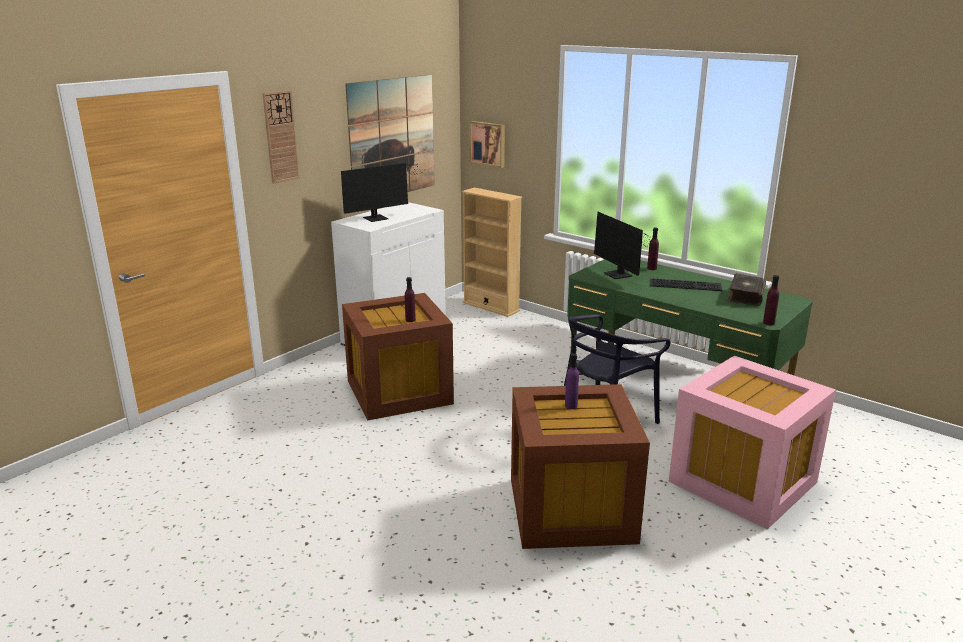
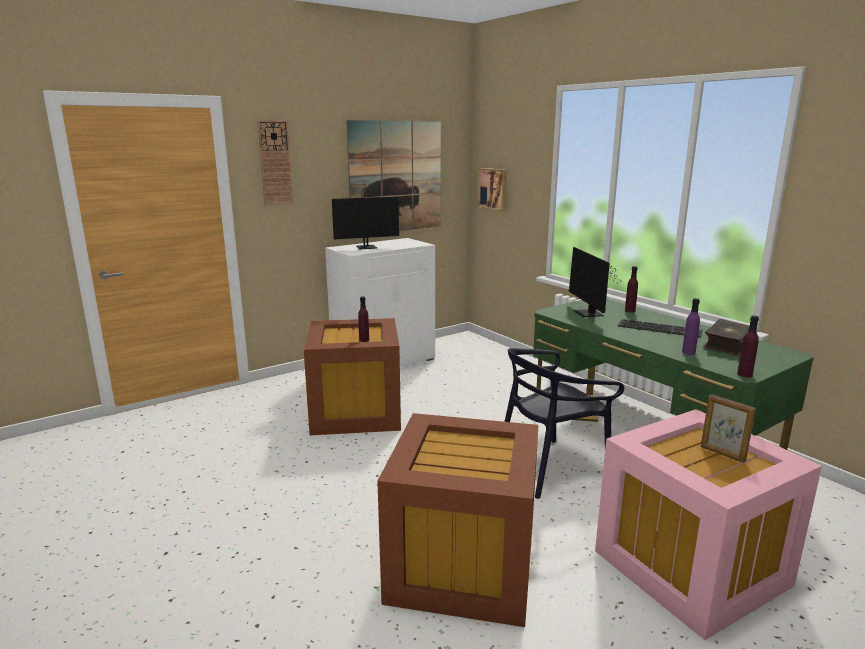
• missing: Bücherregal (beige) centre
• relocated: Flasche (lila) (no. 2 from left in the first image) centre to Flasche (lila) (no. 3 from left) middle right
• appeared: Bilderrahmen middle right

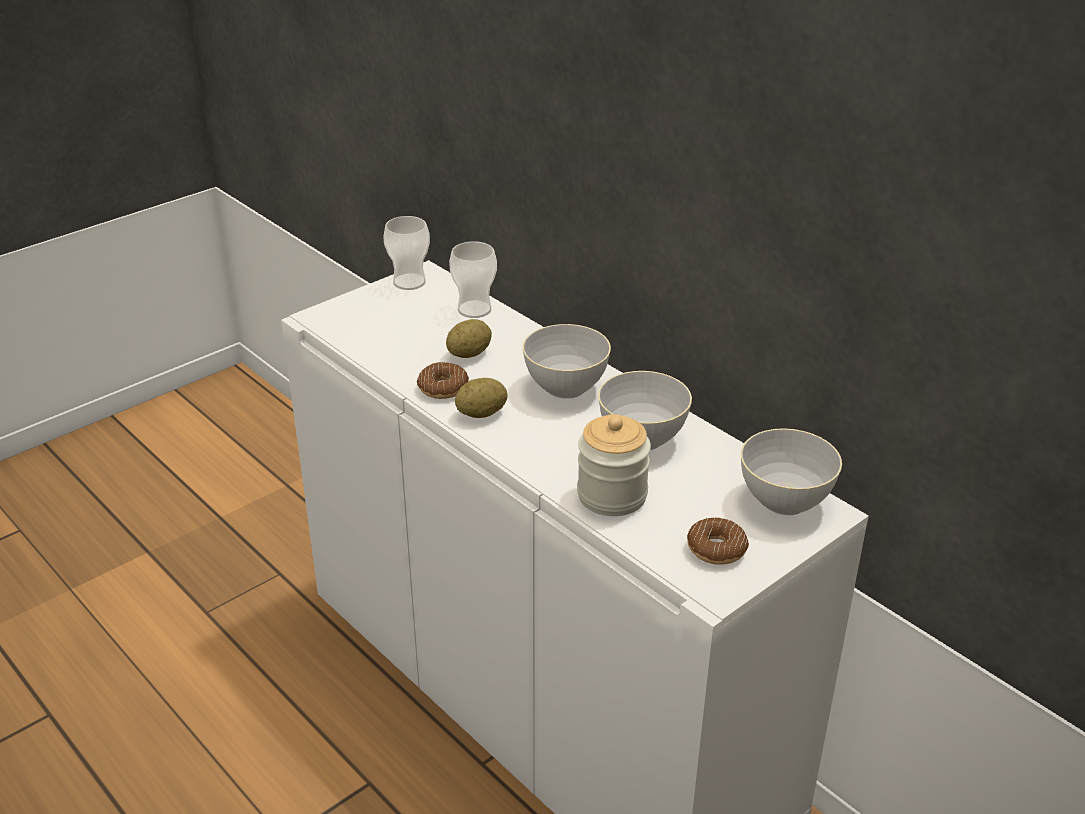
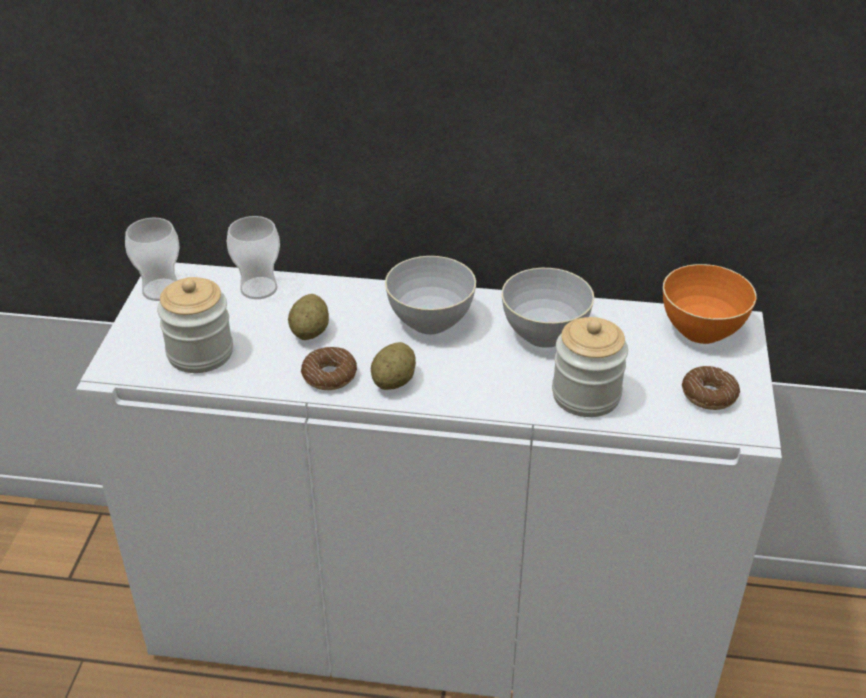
• colour: Schüssel (grau) (no. 3 from left) middle right to Schüssel (orange) middle right
• appeared: Vorratsglas (no. 1 from left) middle left

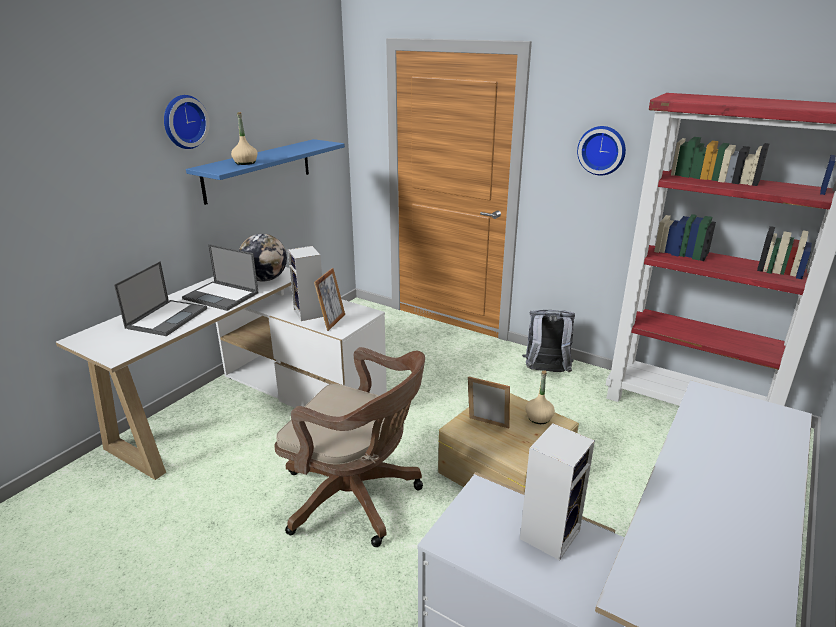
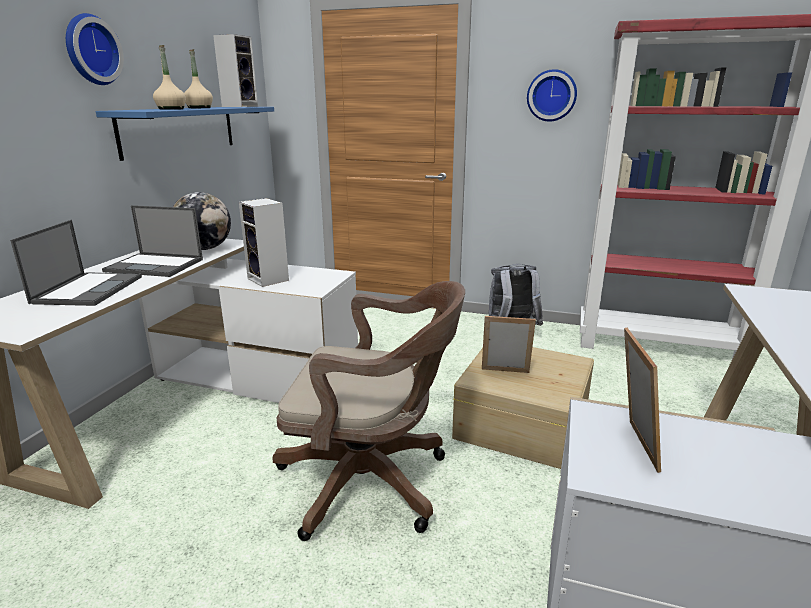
• relocated: Bilderrahmen (no. 1 from left in the first image) centre to Bilderrahmen (no. 2 from left) middle right
• relocated: Flasche (beige) (no. 2 from left) centre to top left
• relocated: Lautsprecher (no. 2 from left in the first image) bottom centre to Lautsprecher (no. 1 from left) top left

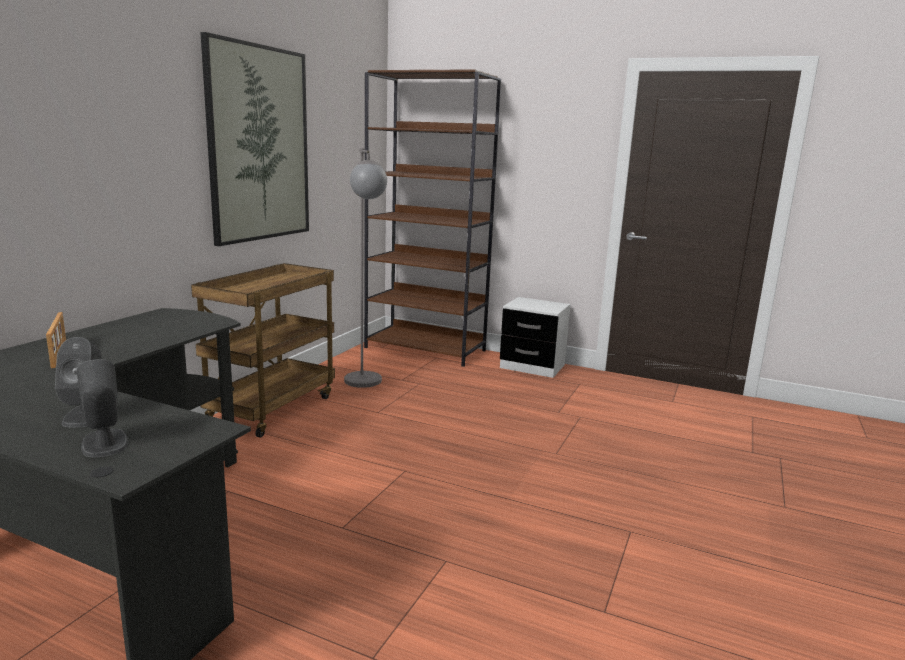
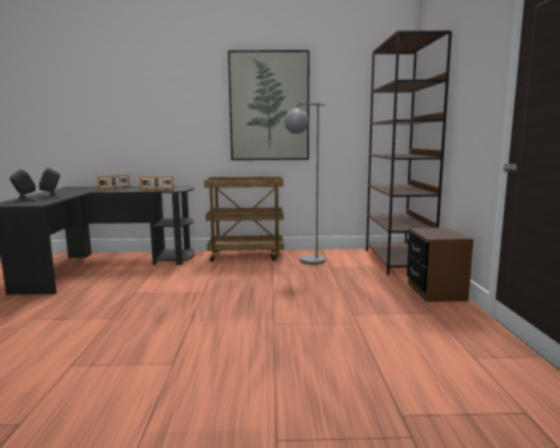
• colour: Nachttisch (weiß) centre to Nachttisch (braun) middle right
• appeared: Bilderrahmen (no. 2 from left) middle left

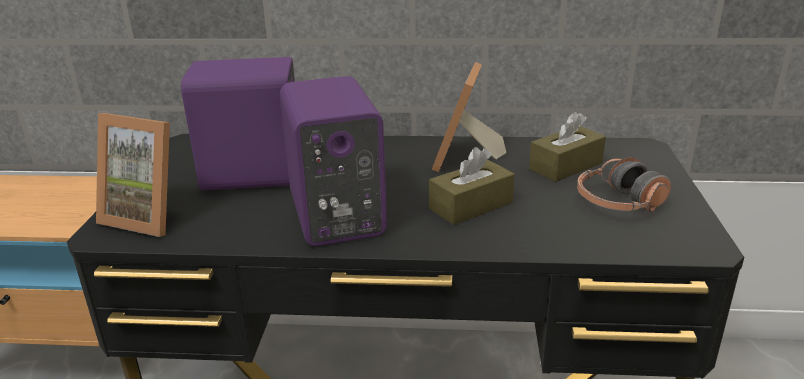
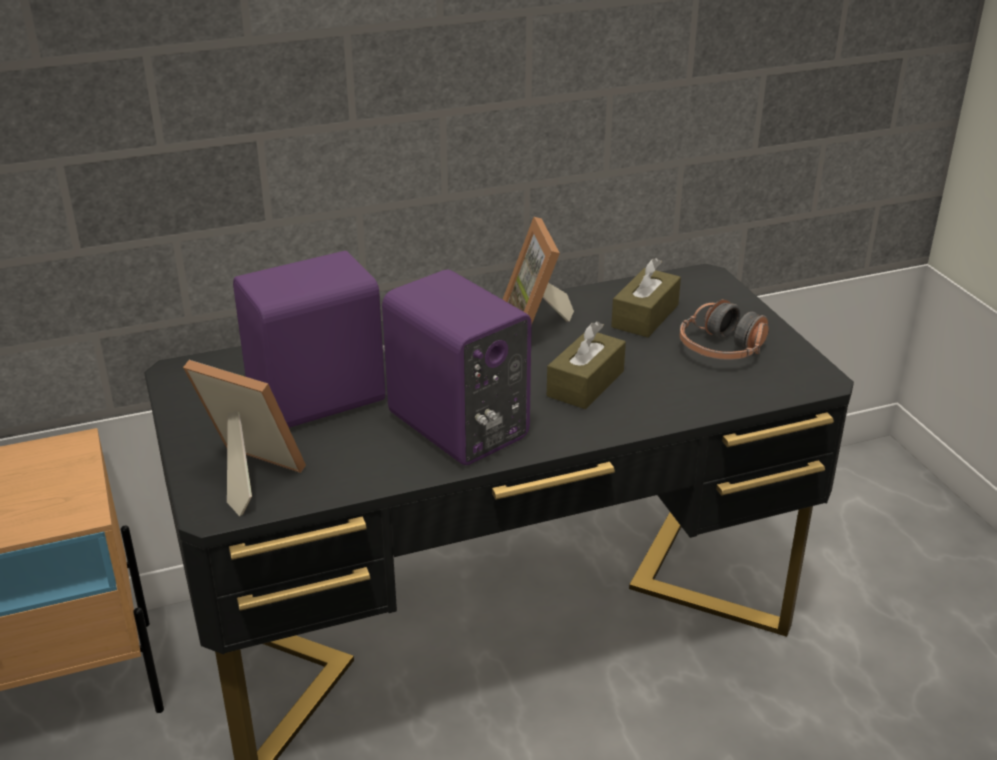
• spun: Bilderrahmen (no. 1 from left) middle left = middle left 150 degrees counterclockwise

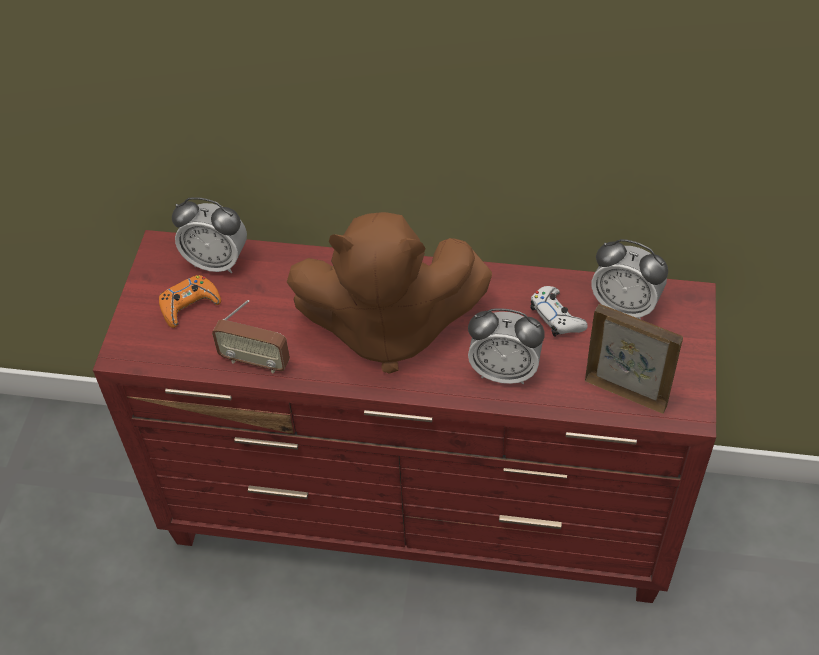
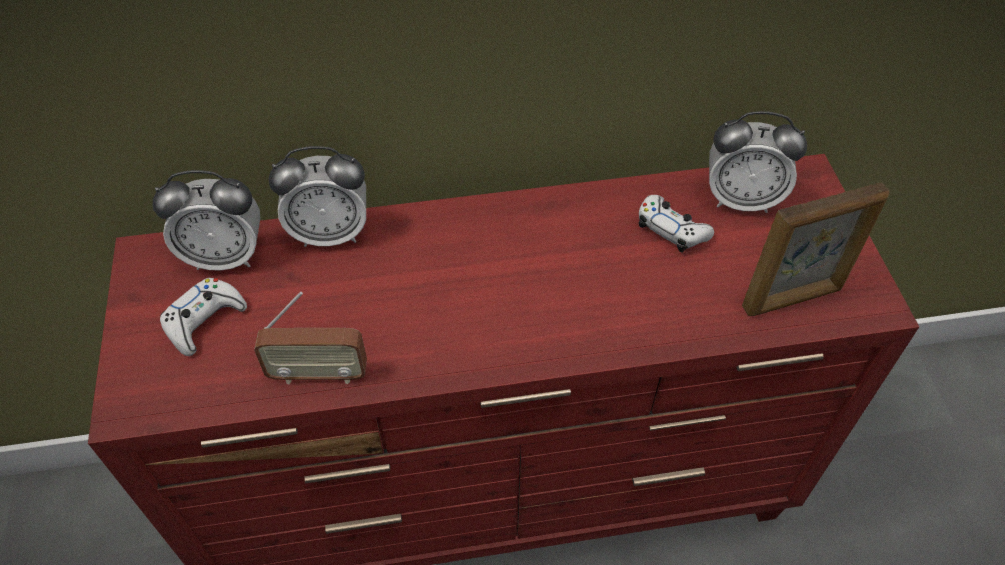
• missing: Plüschtier (braun) centre
• colour: Gamepad (orange) middle left to Gamepad (weiß) (no. 1 from left) middle left
• spun: Bilderrahmen middle right = middle right 150 degrees clockwise
• relocated: Wecker (no. 2 from left) centre to middle left

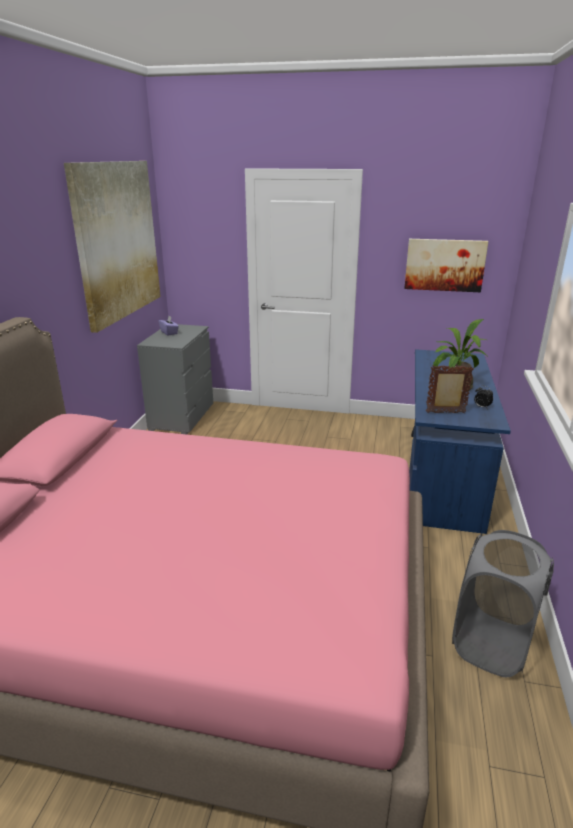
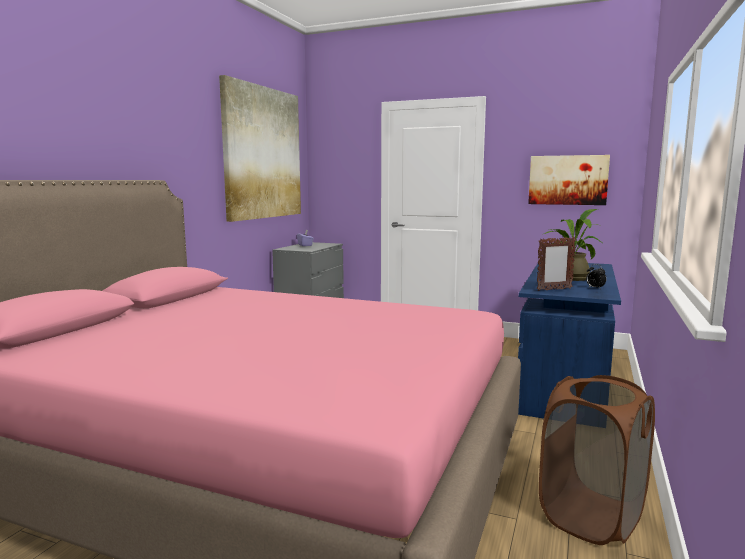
• spun: Bilderrahmen middle right = middle right 150 degrees clockwise
• colour: Wäschekorb (grau) bottom right to Wäschekorb (braun) bottom right

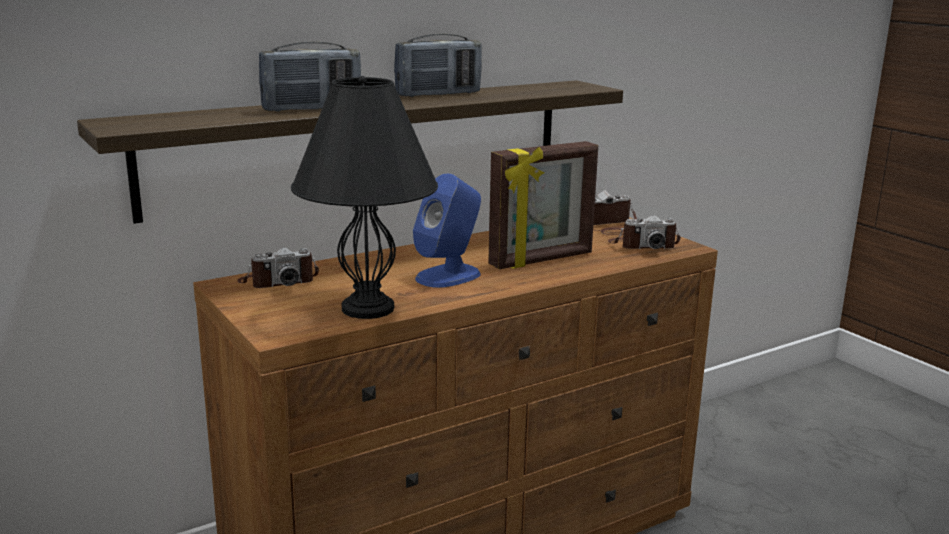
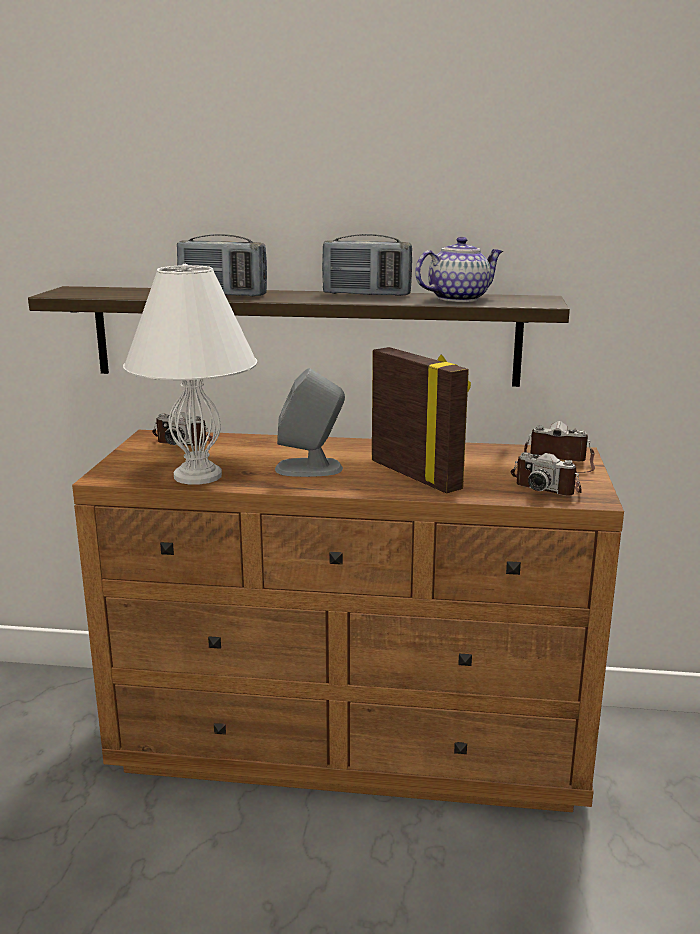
• colour: Tischlampe (schwarz) centre to Tischlampe (weiß) middle left
• spun: Bilderrahmen centre = centre 135 degrees counterclockwise
• colour: Lautsprecher (blau) centre to Lautsprecher (grau) centre
• appeared: Teekanne top centre

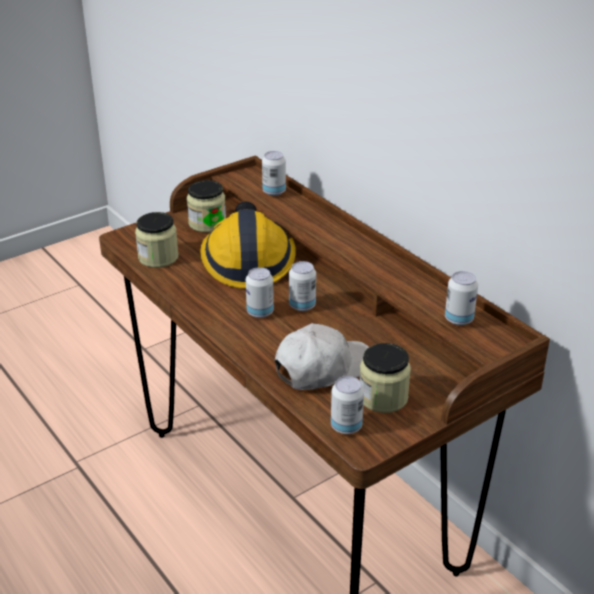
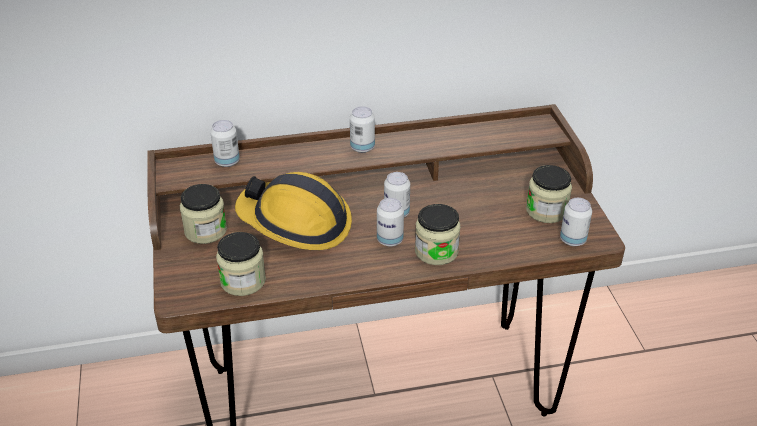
• relocated: Dose (no. 5 from left in the first image) middle right to Dose (no. 2 from left) top centre
• missing: Kappe (weiß) centre
• appeared: Vorratsglas (no. 3 from left) centre

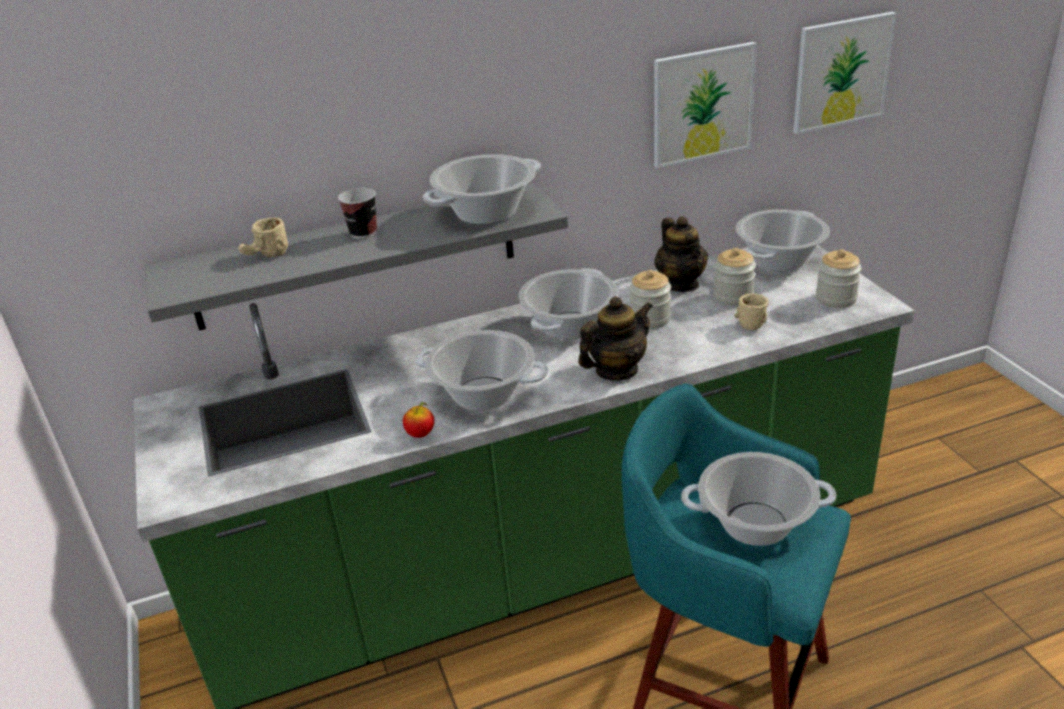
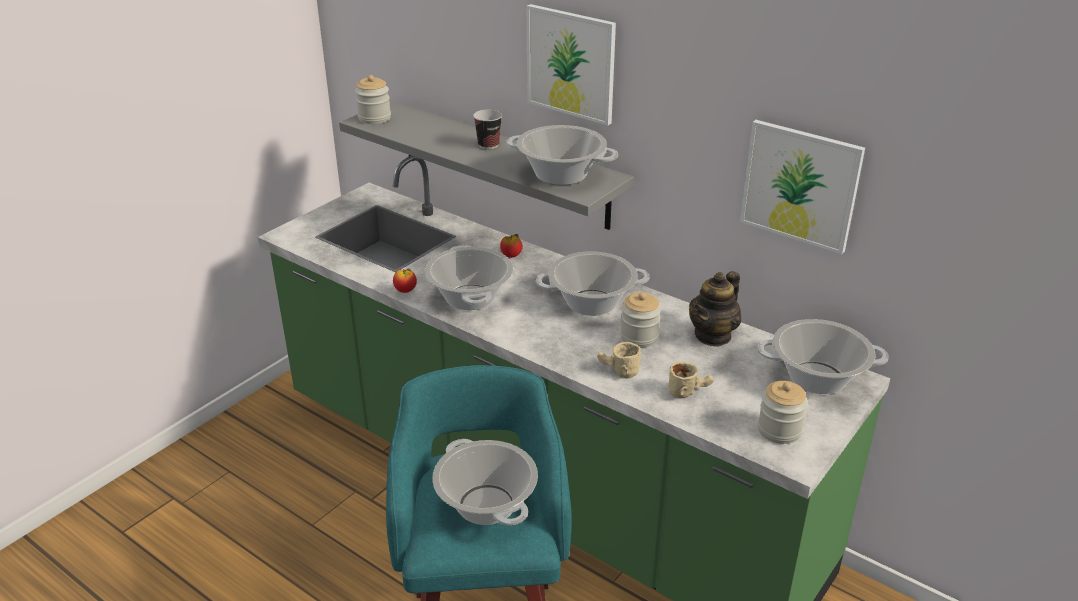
• relocated: Bild (no. 2 from left in the first image) top right to Bild (no. 1 from left) top centre
• relocated: Henkelbecher (beige) (no. 1 from left) middle left to centre
• relocated: Vorratsglas (no. 2 from left in the first image) middle right to Vorratsglas (no. 1 from left) top centre
• missing: Teekanne (no. 1 from left) centre
• appeared: Apfel (no. 2 from left) centre

